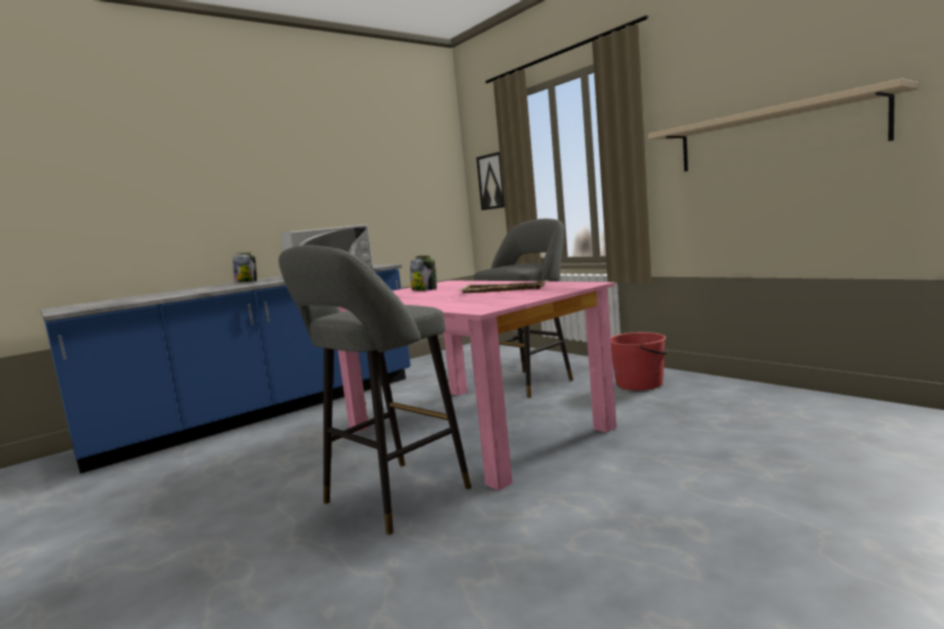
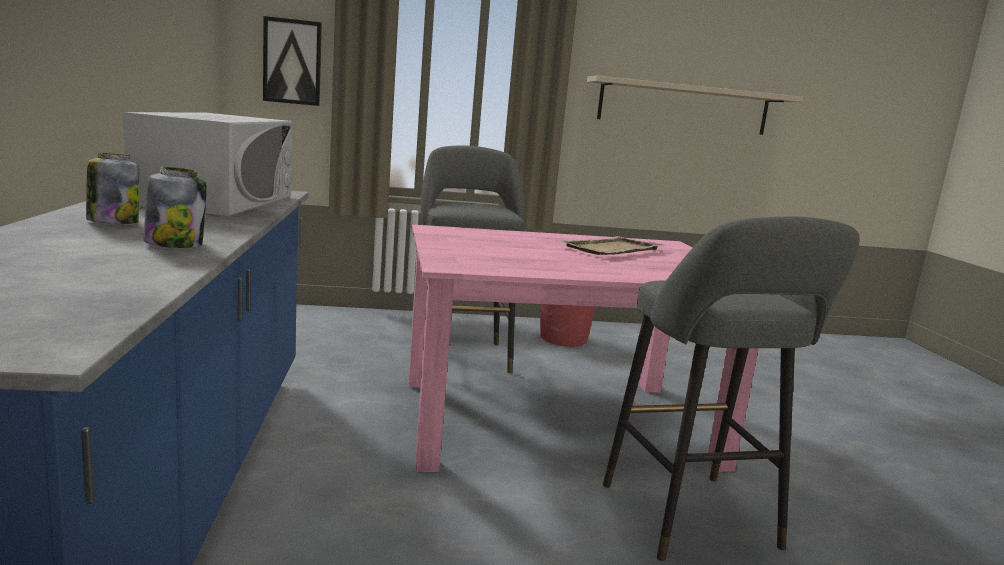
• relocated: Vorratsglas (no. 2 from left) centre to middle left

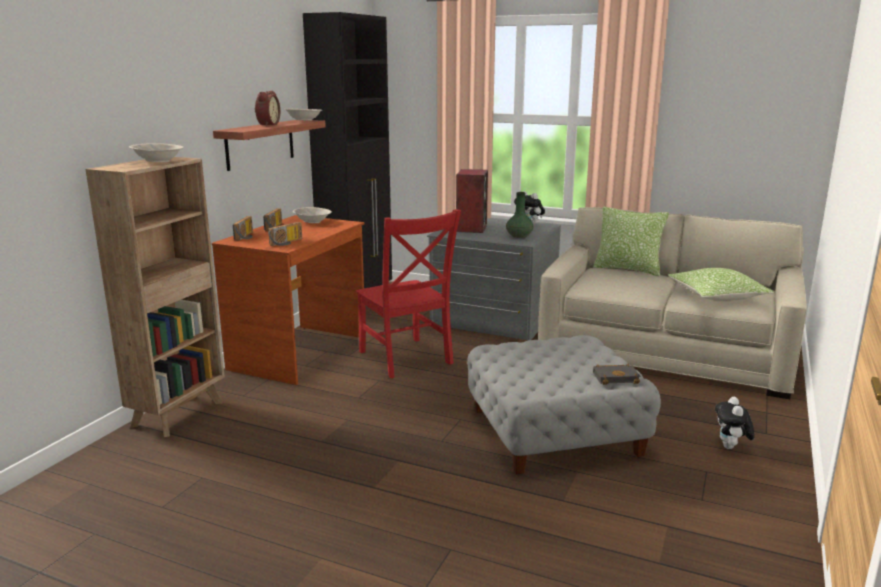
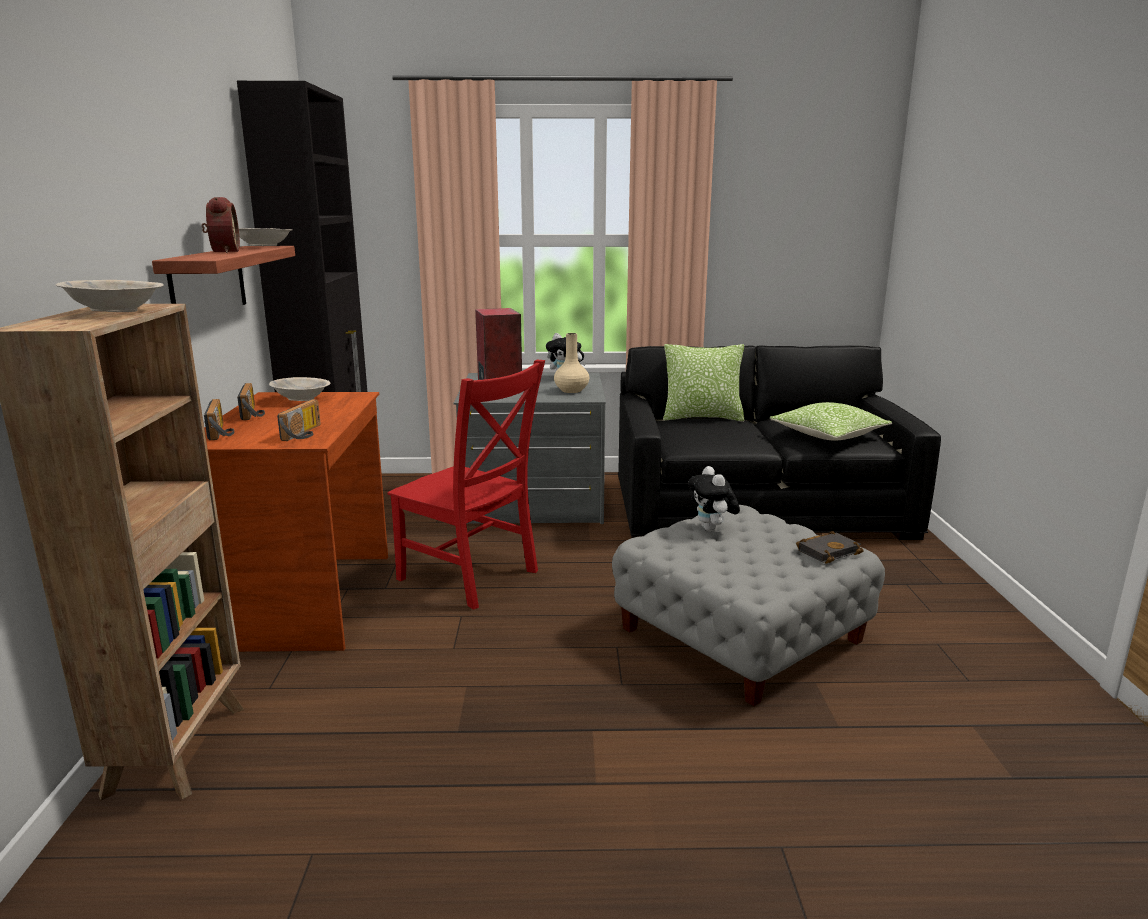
• colour: Vase (grün) centre to Vase (beige) centre
• colour: Sofa (beige) middle right to Sofa (schwarz) middle right
• relocated: Plüschtier (no. 2 from left) bottom right to centre

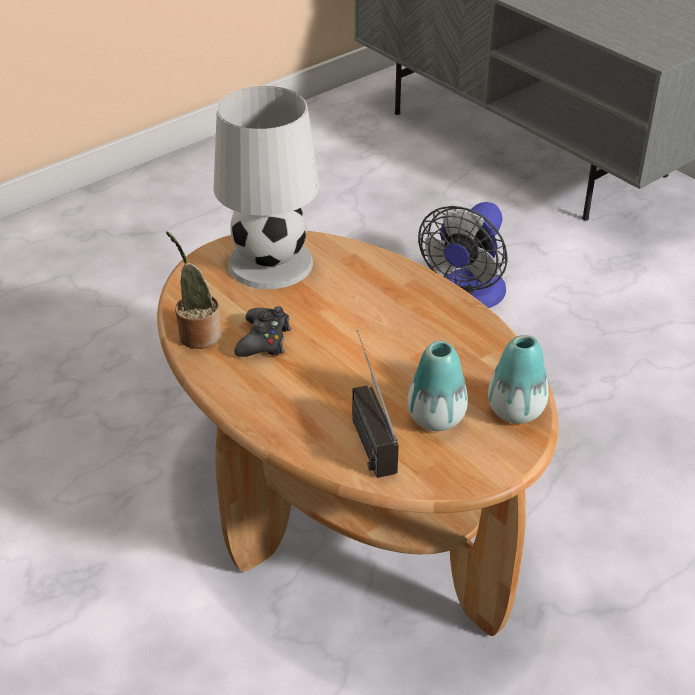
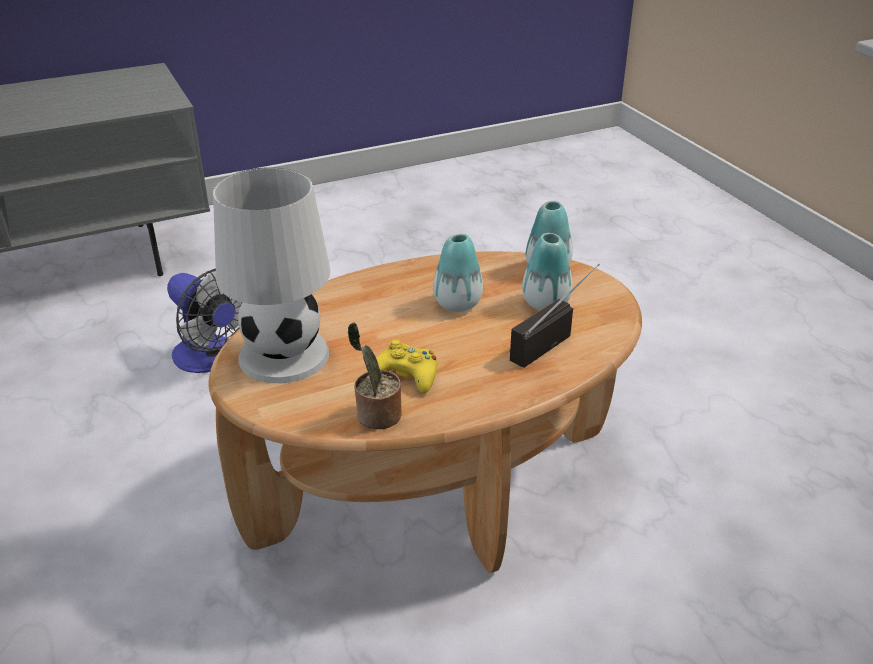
• colour: Gamepad (schwarz) centre to Gamepad (gelb) centre
• spun: Radio centre = centre 135 degrees clockwise
• appeared: Vase (no. 1 from left) centre

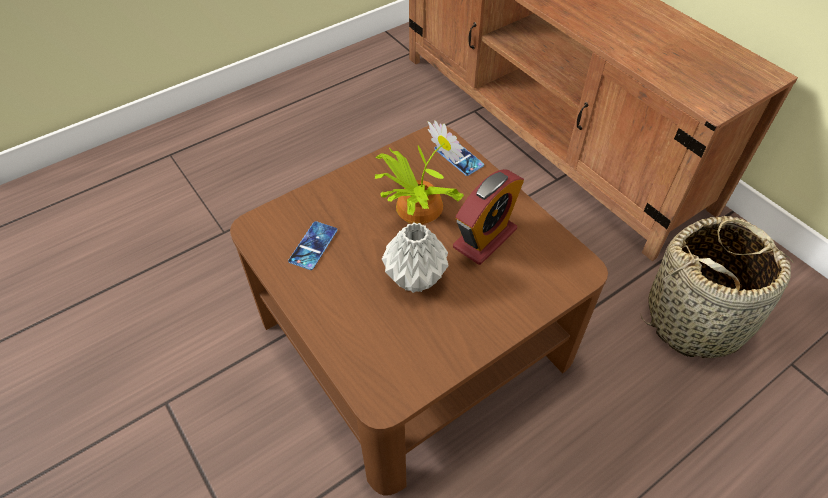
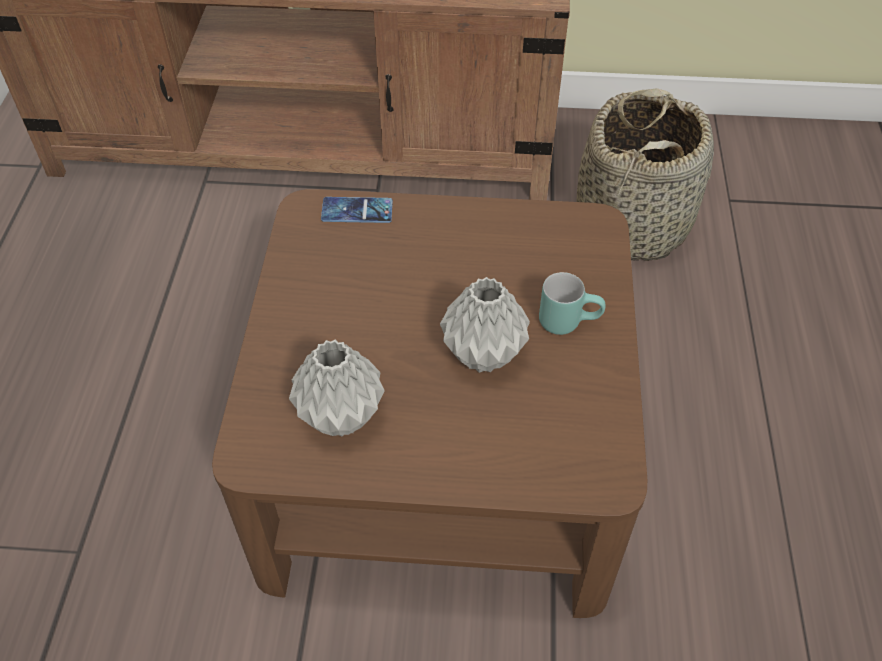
• missing: Topfpflanze centre
• missing: Wecker centre
• exchanged: Handy (no. 1 from left) centre to Vase (grau) (no. 1 from left) centre
• appeared: Henkelbecher (türkis) centre

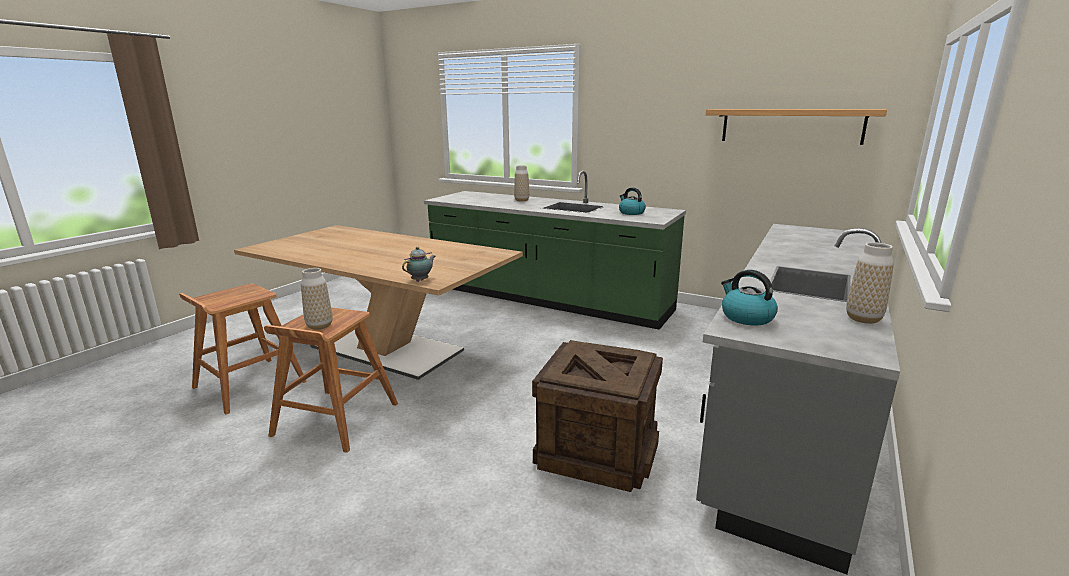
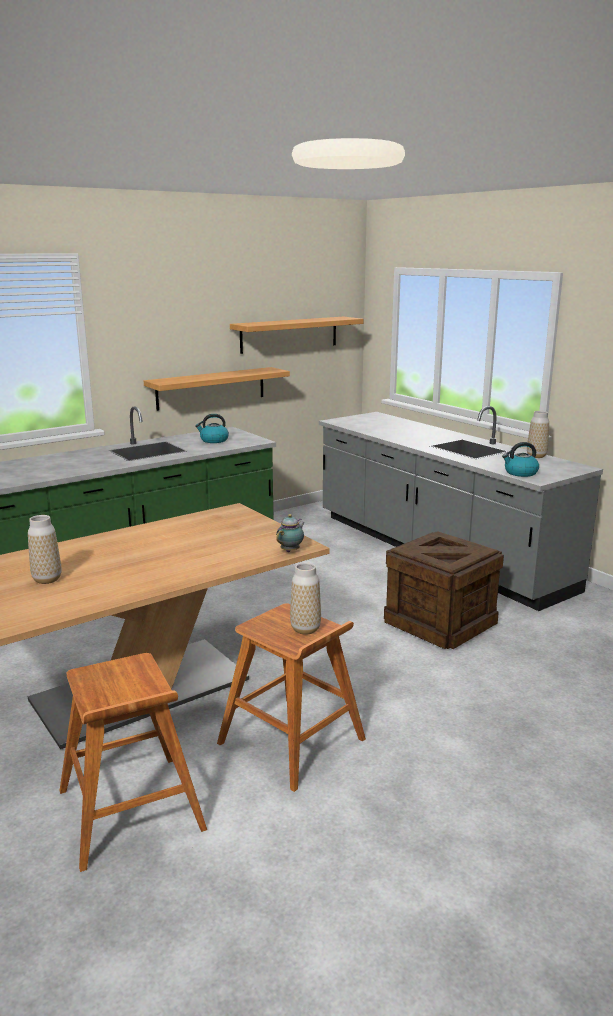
• relocated: Vase (no. 2 from left in the first image) top centre to Vase (no. 1 from left) middle left
• spun: Teekanne centre = centre 60 degrees clockwise
• appeared: Wandregal (no. 1 from left) centre

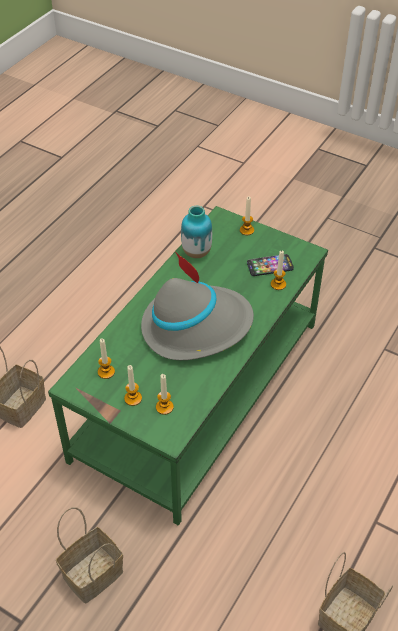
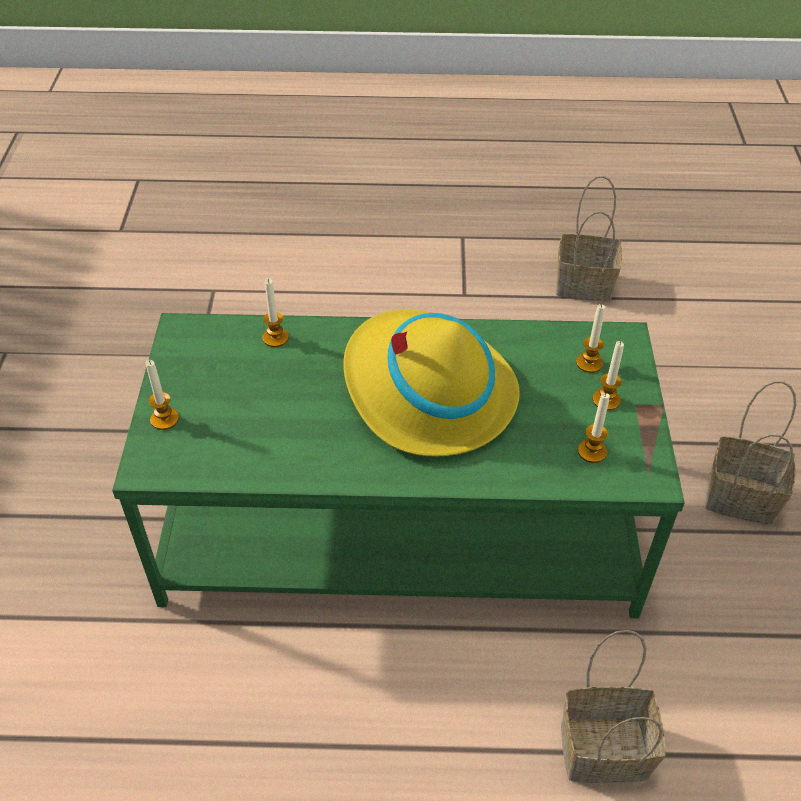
• missing: Vase centre
• colour: Hut (grau) centre to Hut (gelb) centre
• missing: Handy middle right

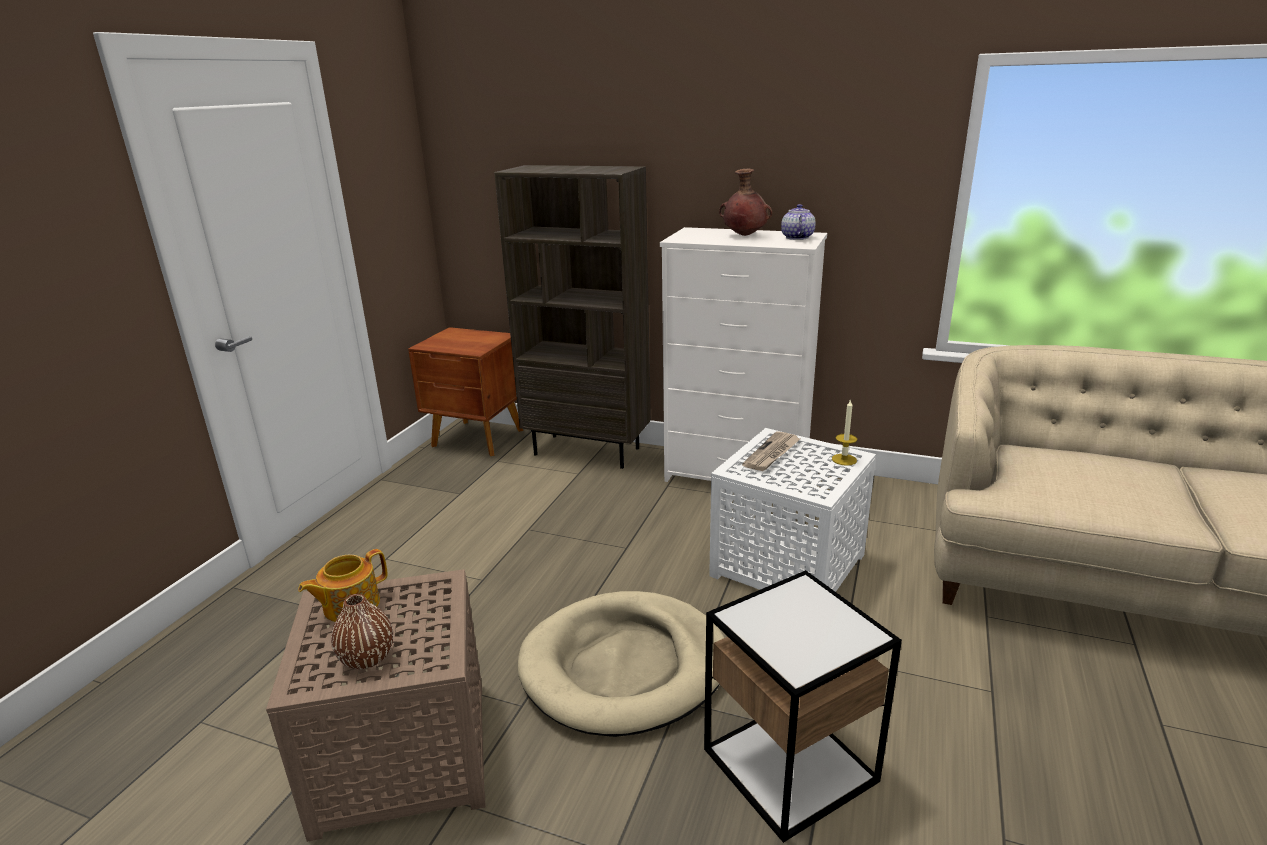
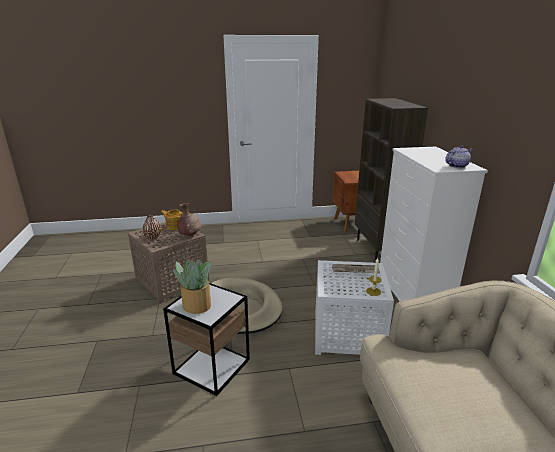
• relocated: Vase (braun) (no. 2 from left) top centre to centre
• appeared: Topfpflanze centre

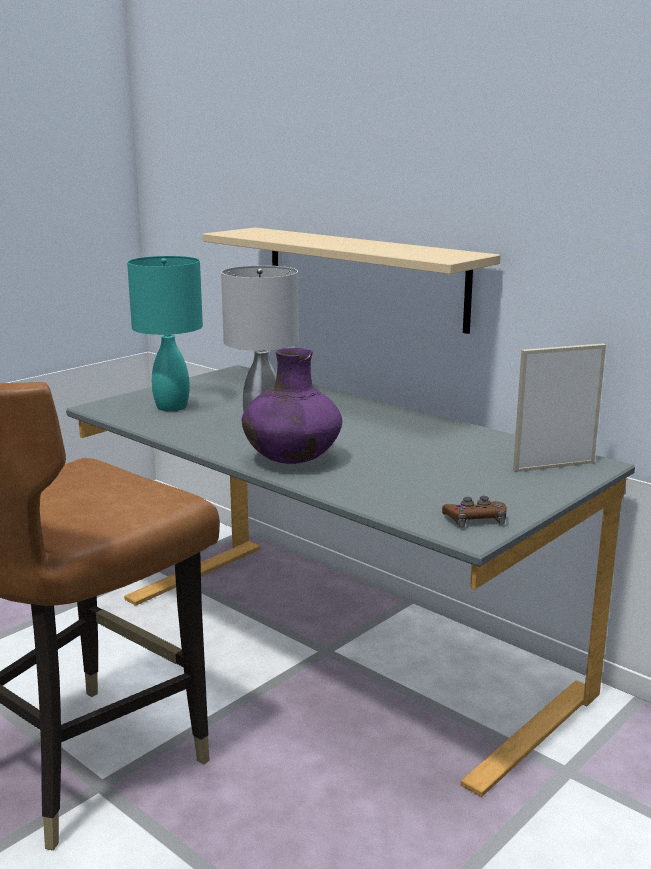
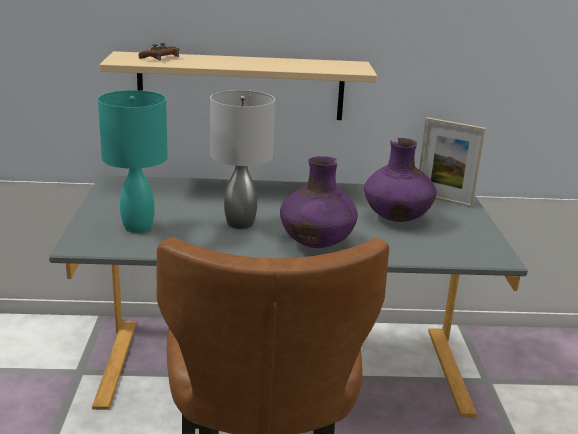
• spun: Bilderrahmen middle right = middle right 90 degrees counterclockwise
• relocated: Gamepad (braun) middle right to top left
• appeared: Vase (lila) (no. 2 from left) middle right

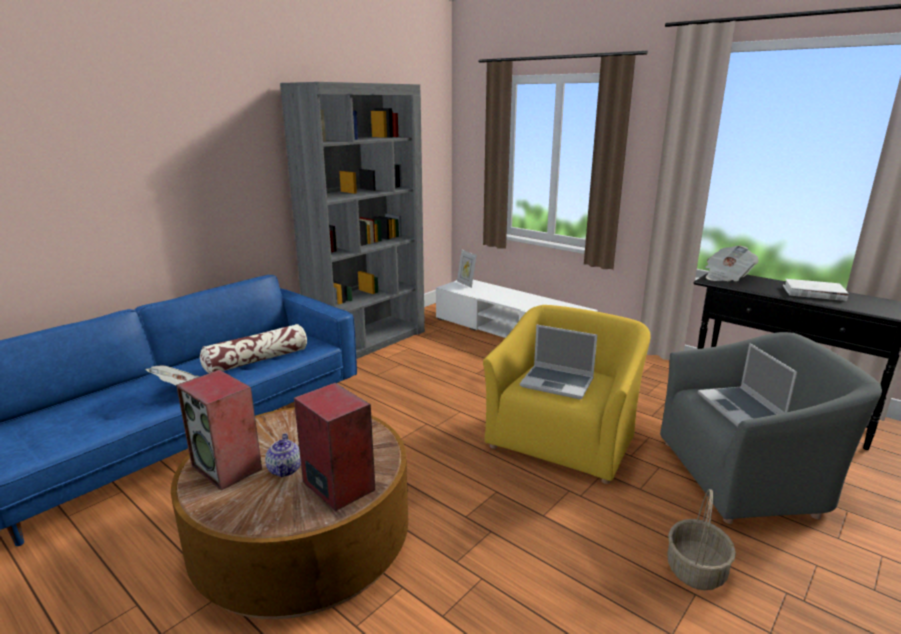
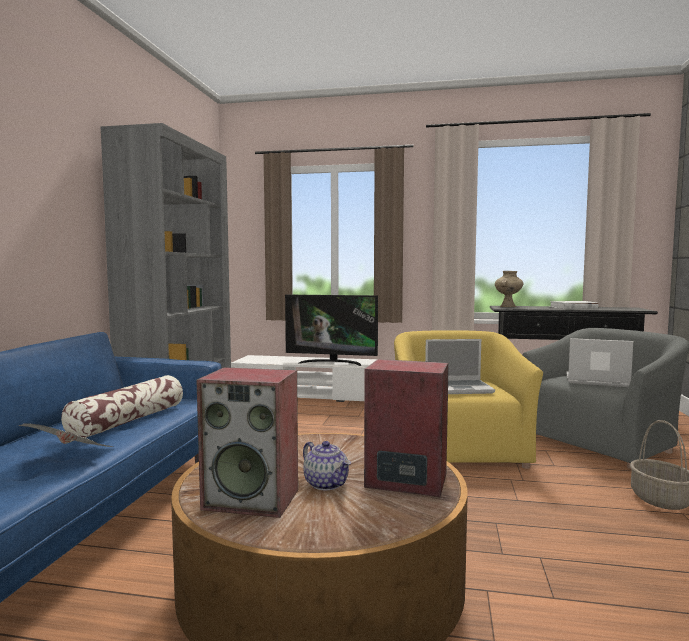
• exchanged: Zeitung (no. 2 from left) middle right to Vase (beige) middle right
• missing: Bilderrahmen centre
• spun: Laptop (no. 2 from left) middle right = middle right 150 degrees clockwise
• appeared: Fernseher centre

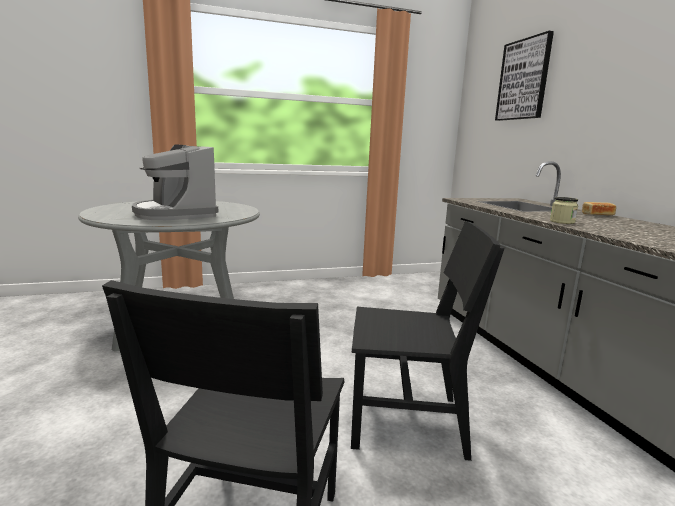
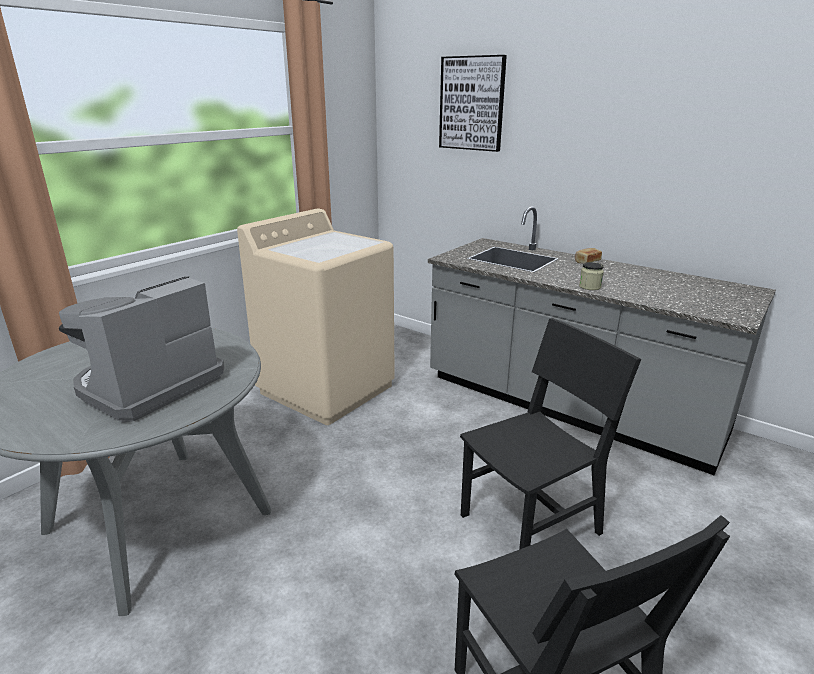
• spun: Kaffeemaschine middle left = middle left 105 degrees clockwise
• appeared: Waschmaschine (beige) centre

